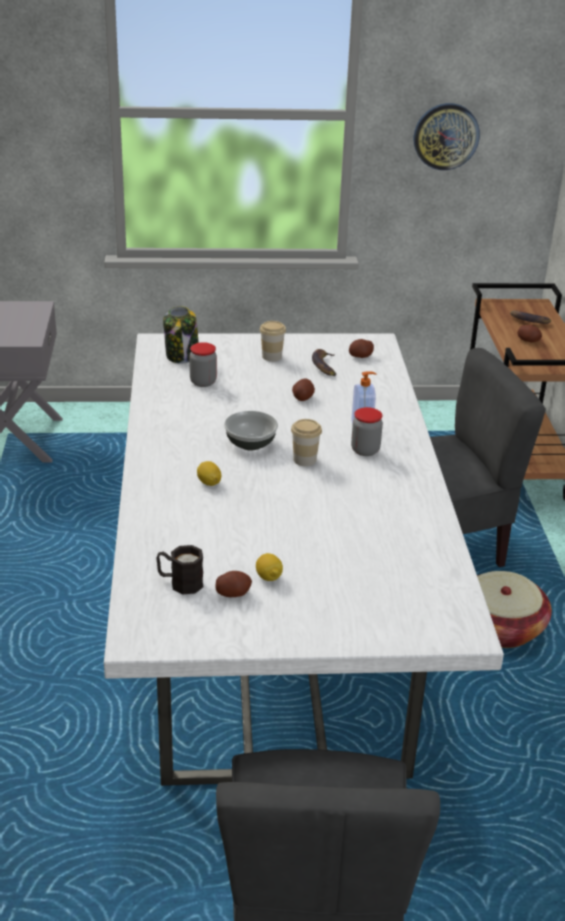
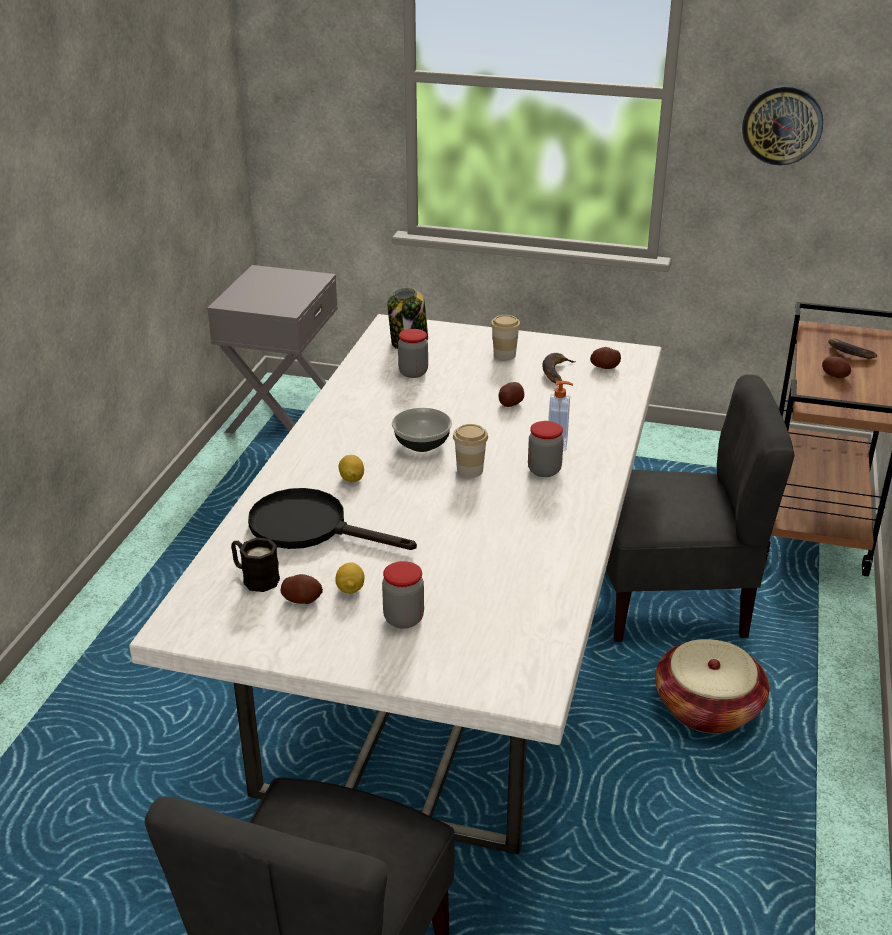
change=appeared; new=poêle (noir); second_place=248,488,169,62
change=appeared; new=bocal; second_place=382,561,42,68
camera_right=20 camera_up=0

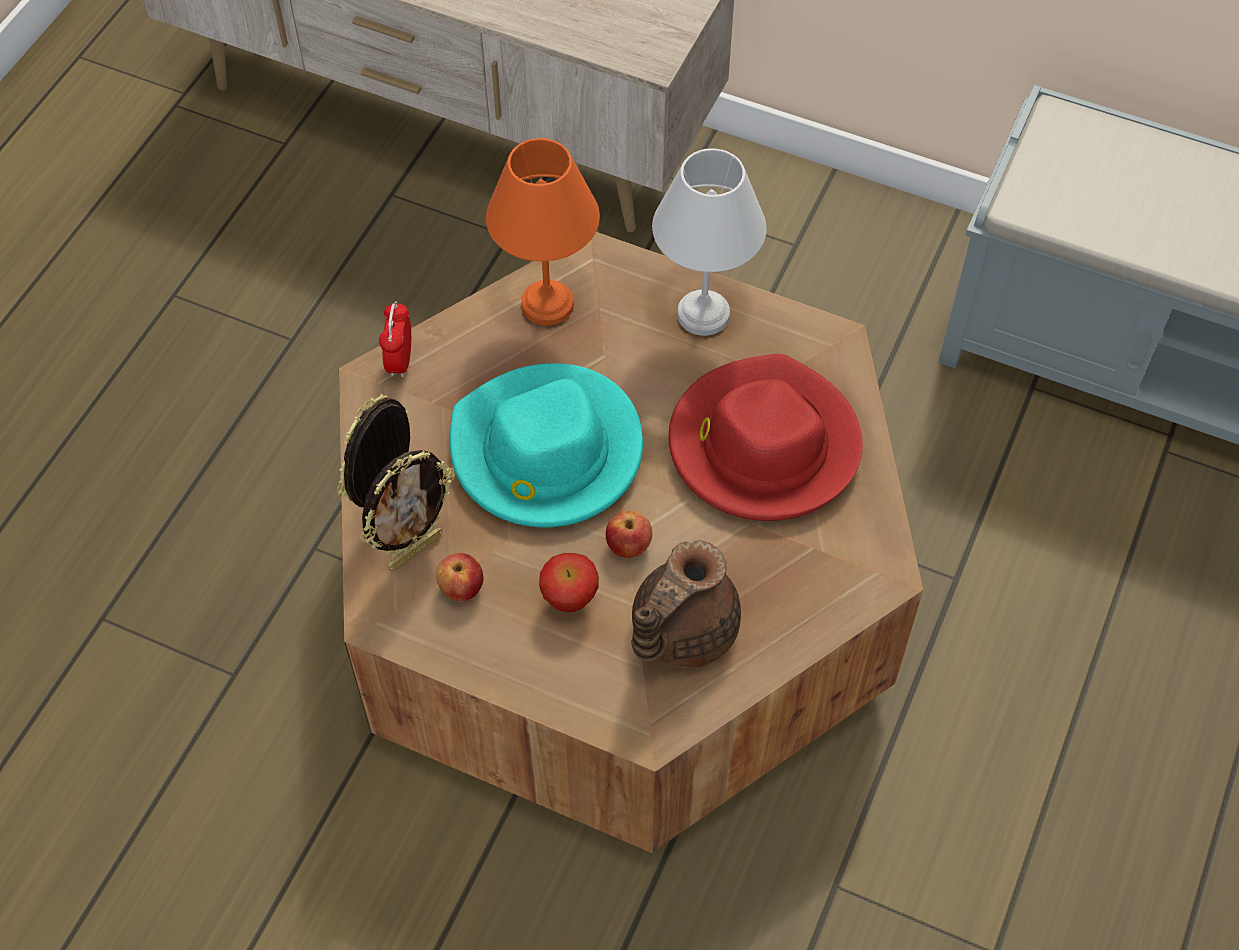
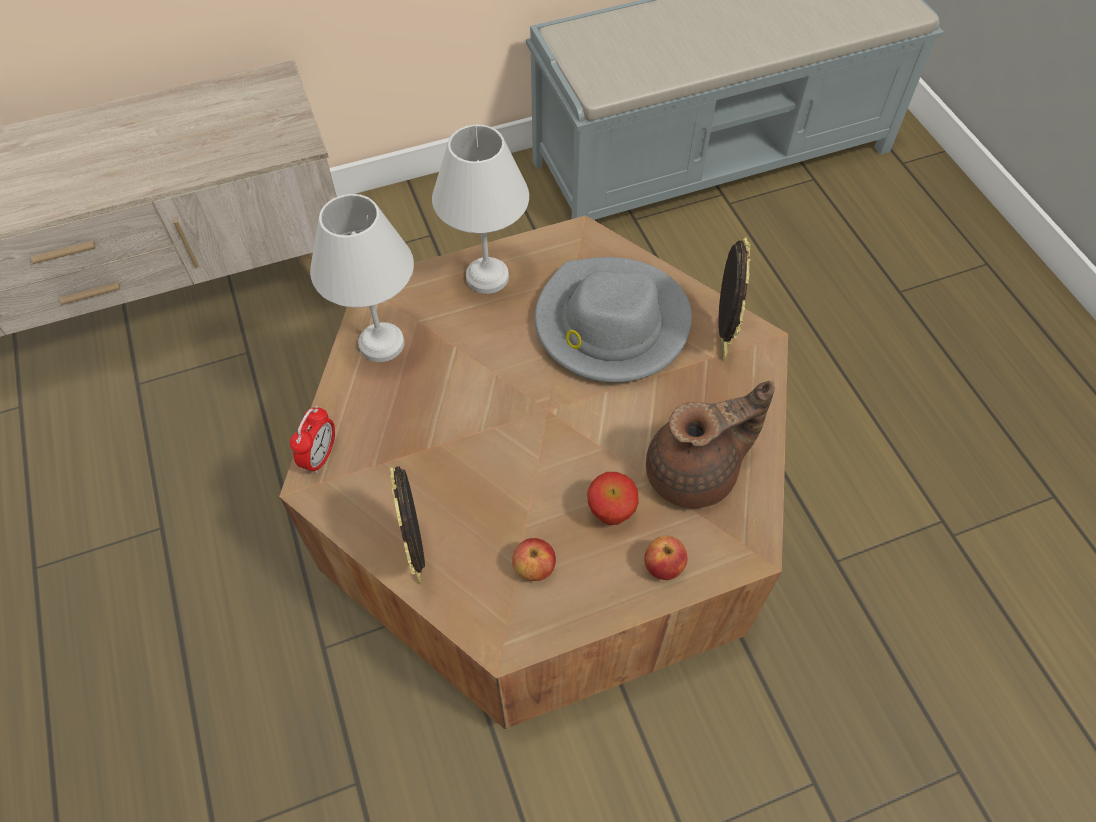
change=colour; old=lampe de table (orange); new=lampe de table (blanc); first_place=486,138,114,188; second_place=310,194,104,168
change=spun; old=réveil; first_place=379,301,32,76; second_place=290,406,45,68; degrees=-120
change=colour; old=chapeau (rouge); new=chapeau (gris); first_place=669,354,194,167; second_place=535,257,157,126
change=missing; old=chapeau (turquoise); first_place=450,363,193,164
change=relocated; old=cadre photo; first_place=360,450,95,121; second_place=718,237,32,123
change=relocated; old=pomme; first_place=606,511,46,47; second_place=644,535,43,45
change=spun; old=théière (marron); first_place=632,540,109,129; second_place=646,381,129,128; degrees=-105
camera_right=-45 camera_up=0

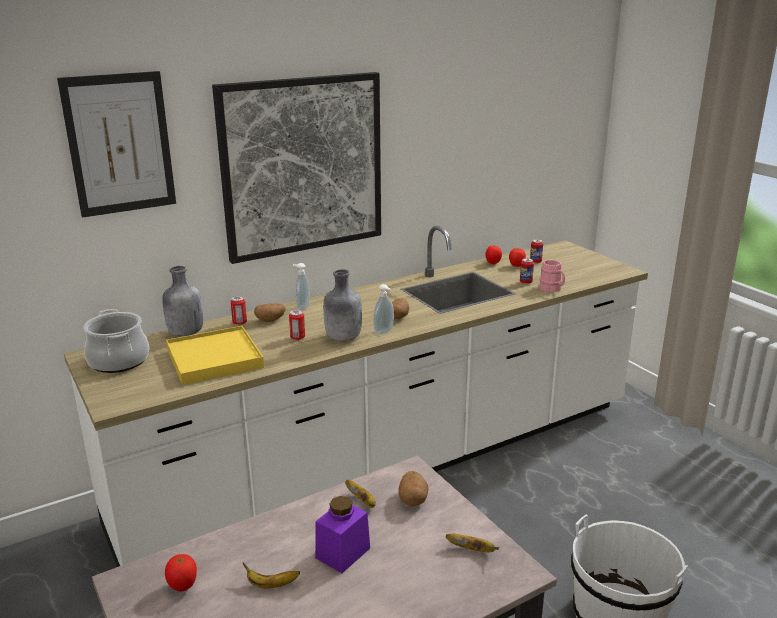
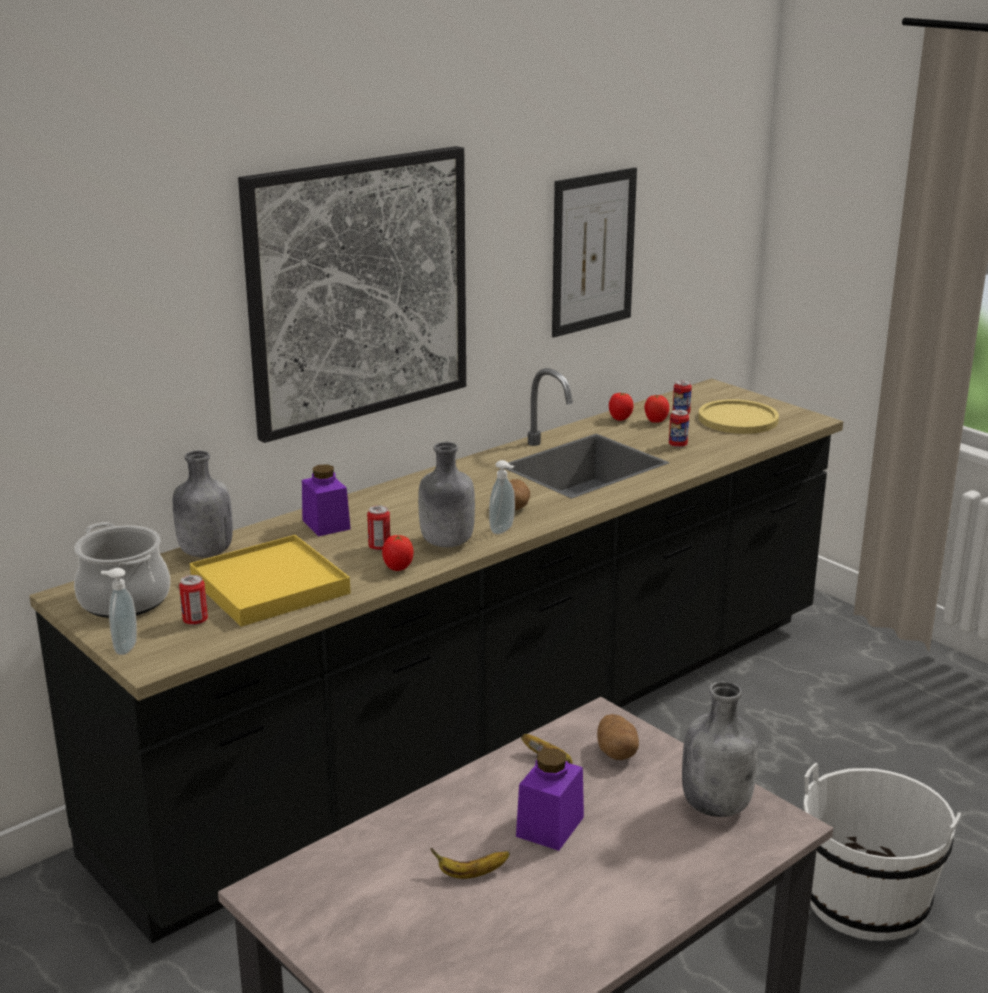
change=relocated; old=tableau; first_place=57,71,119,147; second_place=552,168,85,169
change=colour; old=comptoir de cuisine (blanc); new=comptoir de cuisine (noir); first_place=64,226,584,341; second_place=29,368,814,575
change=missing; old=mug (rose); first_place=539,260,26,32
change=relocated; old=distributeur de savon; first_place=293,263,17,48; second_place=101,568,36,87
change=relocated; old=boîte métallique; first_place=231,296,16,29; second_place=179,575,29,50
change=exchanged; old=pomme de terre; new=bocal (violet); first_place=254,303,32,19; second_place=302,464,49,73
change=exchanged; old=banane; new=bouteille (gris); first_place=446,533,53,19; second_place=682,681,76,136
change=relocated; old=tomate; first_place=165,554,32,37; second_place=382,535,31,36
change=appeared; new=assiette (jaune); second_place=698,399,81,35
camera_right=-10 camera_up=0

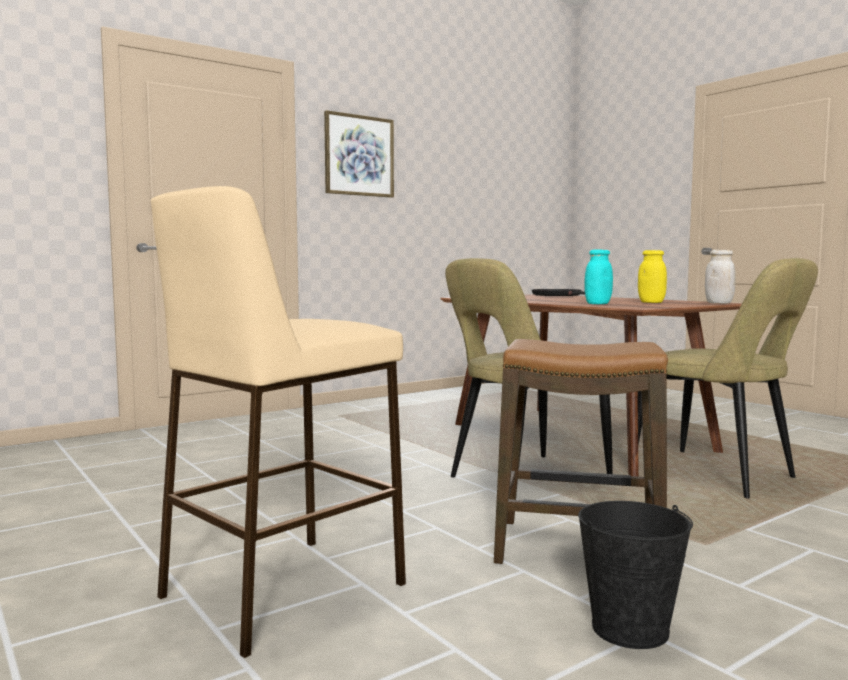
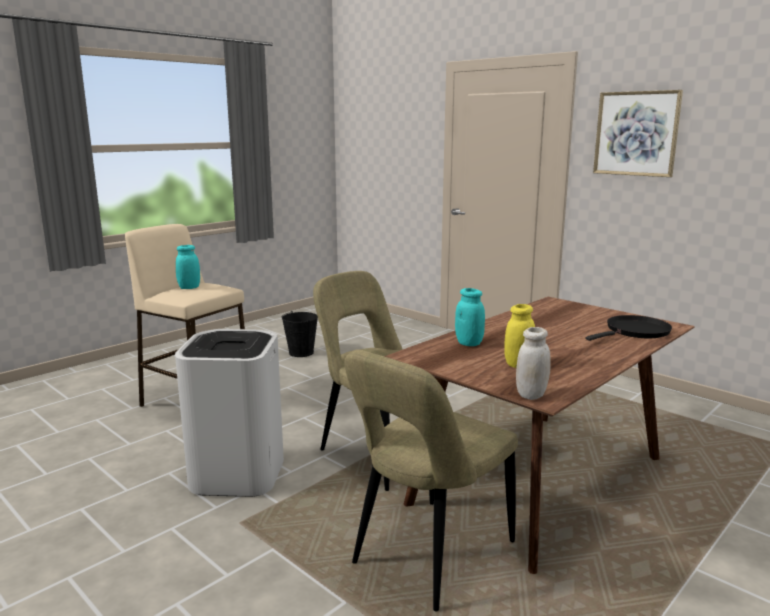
change=exchanged; old=tabouret; new=poubelle (blanc); first_place=494,339,174,226; second_place=175,329,109,168
change=relocated; old=seau (noir); first_place=578,501,115,148; second_place=282,311,36,46
change=appeared; new=bocal (turquoise); second_place=176,245,24,44
camera_right=80 camera_up=10

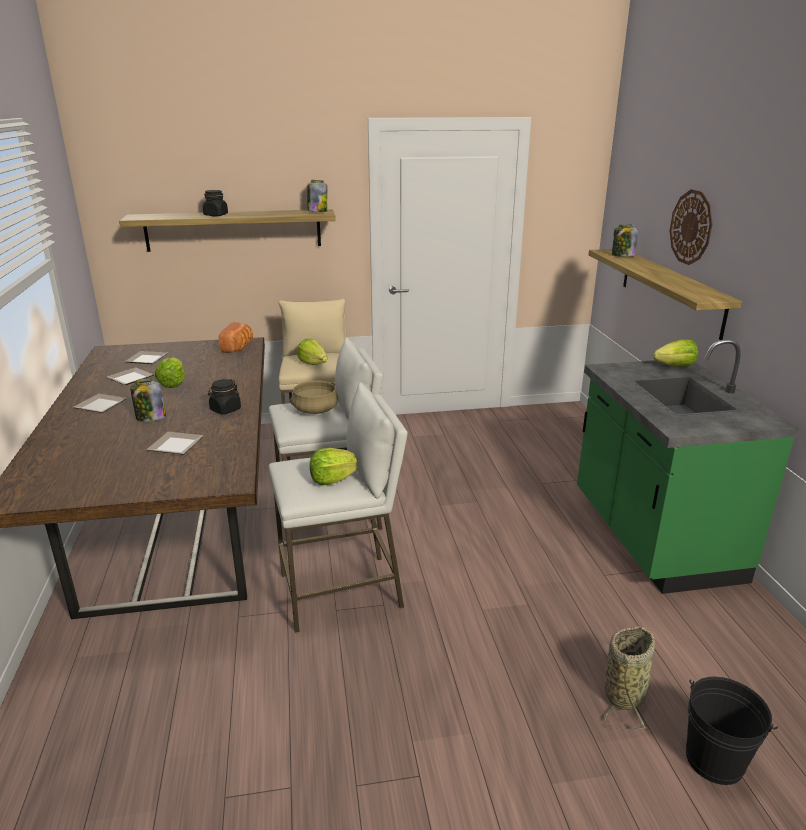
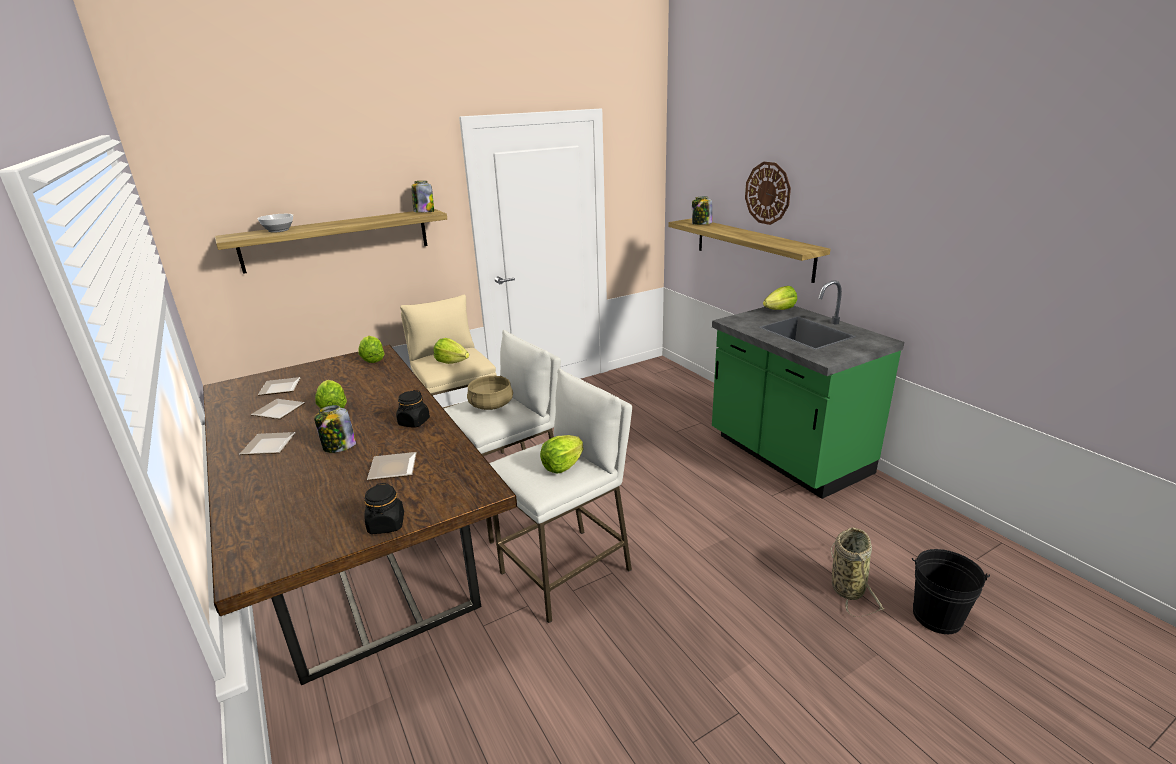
change=relocated; old=bocal (noir); first_place=203,190,25,26; second_place=364,483,40,51
change=exchanged; old=pain; new=laitue; first_place=218,322,35,31; second_place=359,336,26,27
change=appeared; new=bol; second_place=257,214,36,19
camera_right=-20 camera_up=0

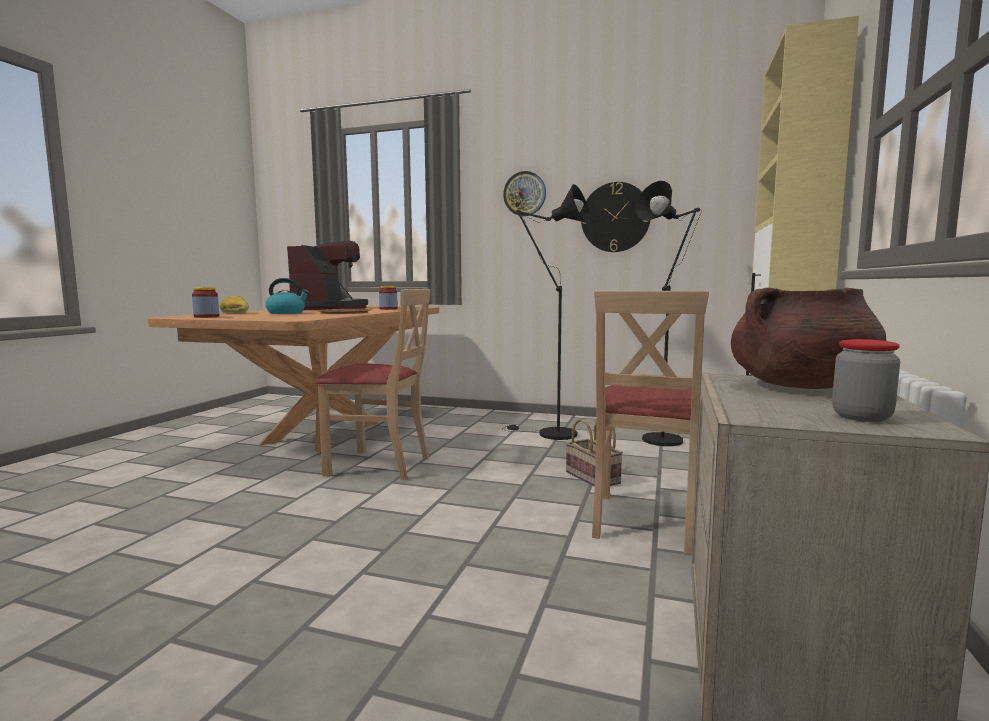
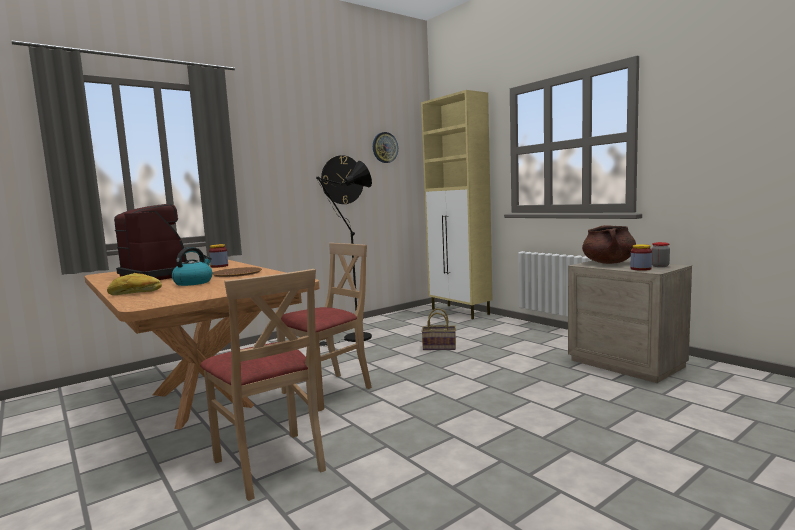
change=relocated; old=horloge murale; first_place=503,171,43,45; second_place=373,132,25,31
change=missing; old=lampadaire (noir); first_place=636,181,66,265
change=relocated; old=bocal; first_place=192,287,27,31; second_place=631,244,21,27
change=relocated; old=chaise (beige); first_place=592,290,117,264; second_place=200,269,126,232
camera_right=-55 camera_up=0

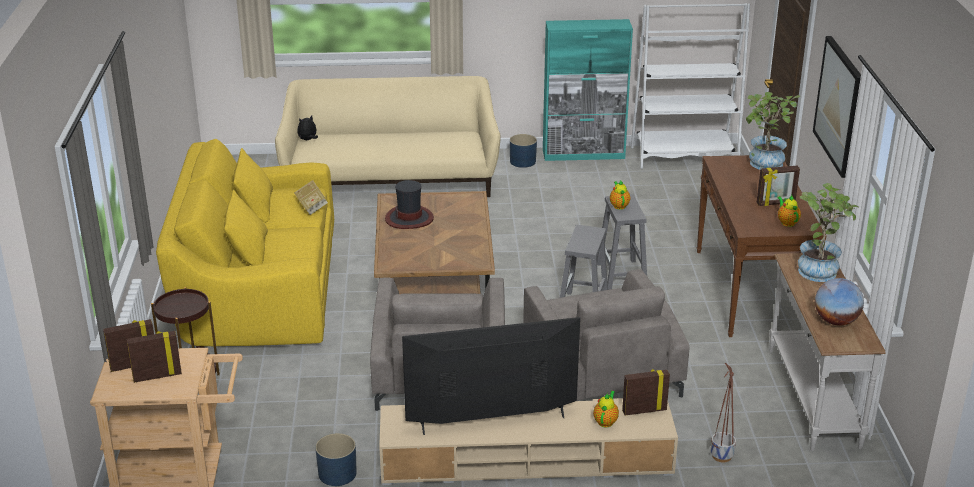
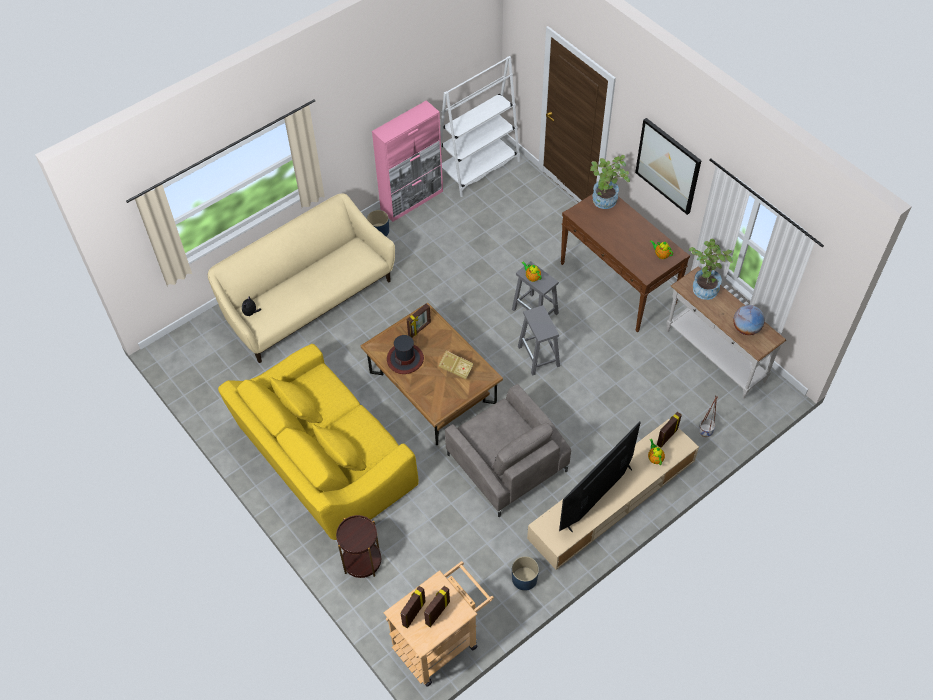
change=colour; old=meuble de rangement (turquoise); new=meuble de rangement (rose); first_place=543,19,90,142; second_place=372,100,71,122
change=relocated; old=cadre photo; first_place=757,166,43,40; second_place=407,304,24,34
change=relocated; old=livre; first_place=294,180,34,35; second_place=438,351,36,28
change=missing; old=fauteuil (gris); first_place=523,269,166,131
camera_right=-35 camera_up=25

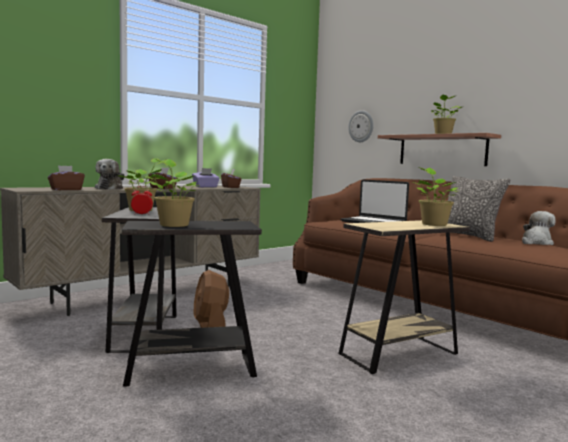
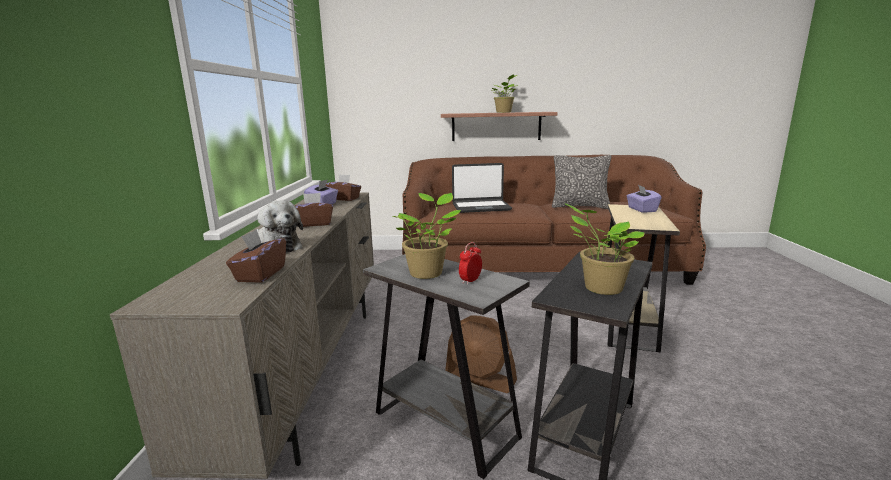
change=missing; old=horloge murale; first_place=348,110,25,32
change=exchanged; old=plante en pot; new=boîte à mouchoirs (violet); first_place=413,167,44,59; second_place=627,185,35,28
change=missing; old=peluche; first_place=522,211,34,34
camera_right=-45 camera_up=10

